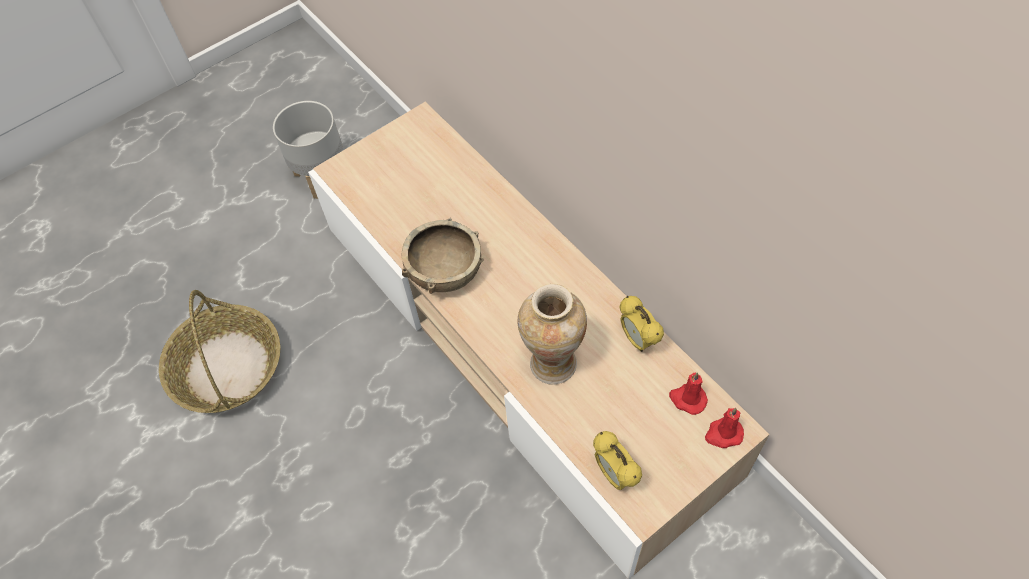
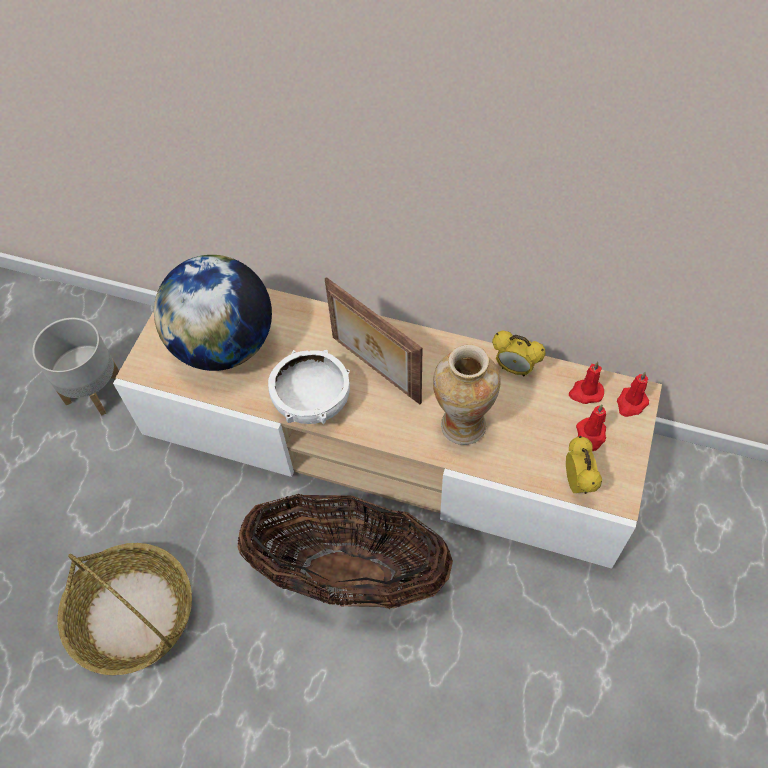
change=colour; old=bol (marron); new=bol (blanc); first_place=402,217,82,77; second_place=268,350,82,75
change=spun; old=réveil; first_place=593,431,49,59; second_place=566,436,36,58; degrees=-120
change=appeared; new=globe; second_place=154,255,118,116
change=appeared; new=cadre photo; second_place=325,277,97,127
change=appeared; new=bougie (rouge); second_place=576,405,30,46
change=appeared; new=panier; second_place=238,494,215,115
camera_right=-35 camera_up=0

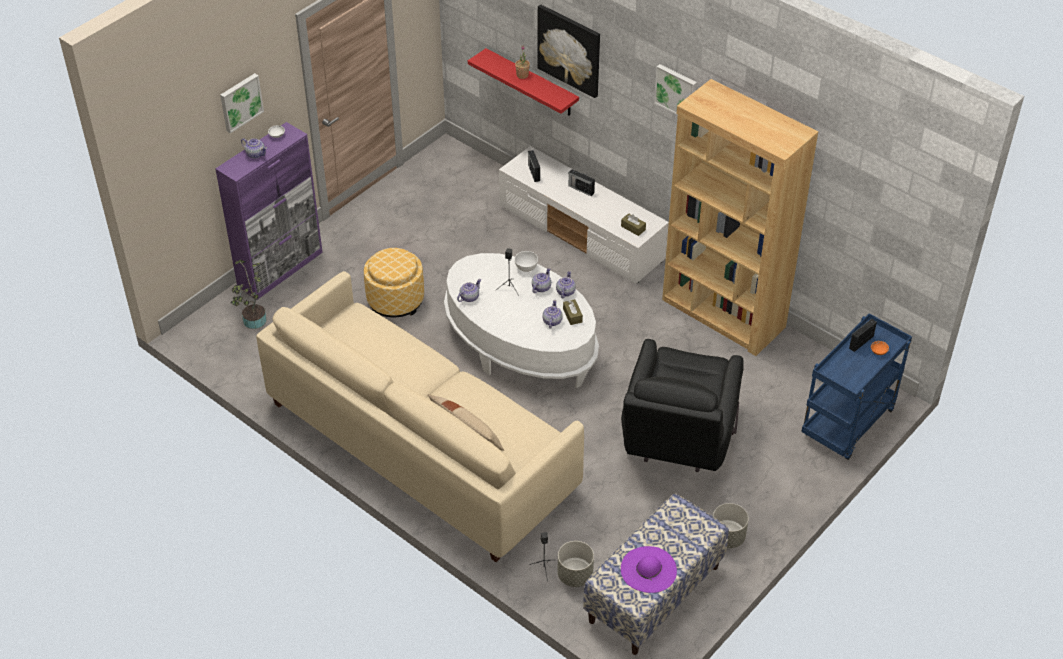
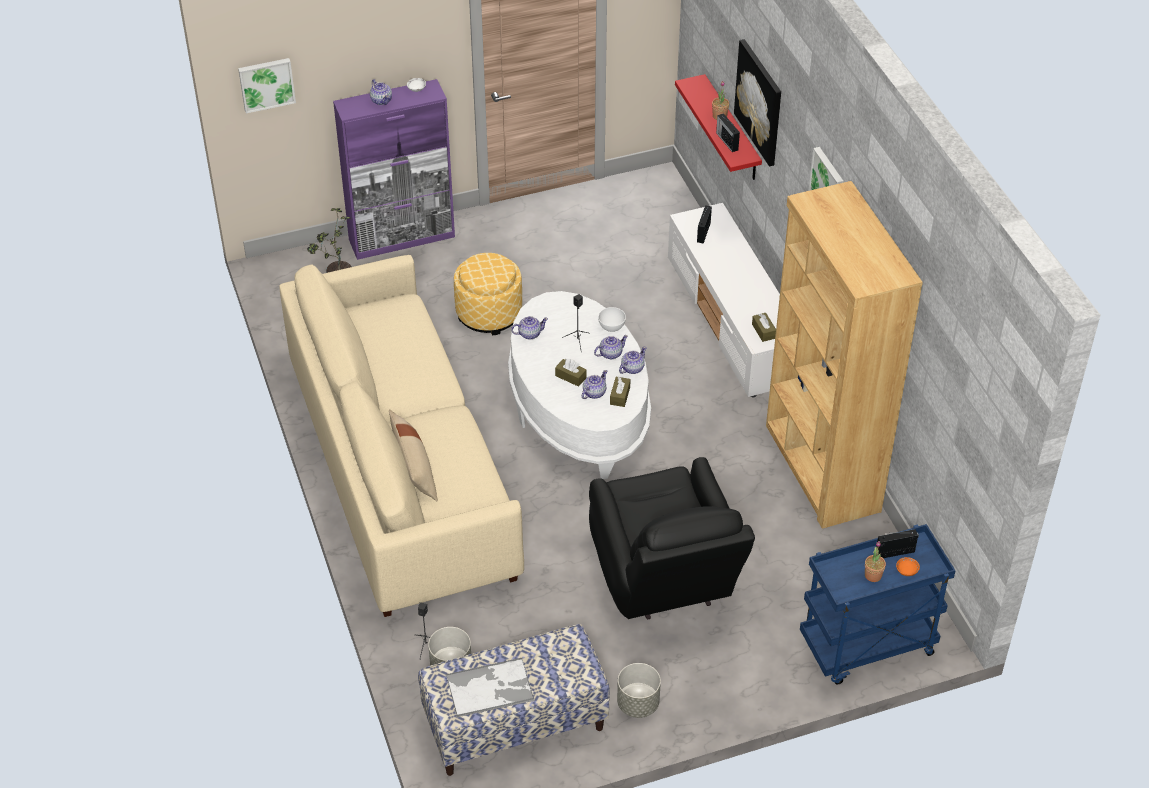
change=relocated; old=tableau; first_place=220,73,44,60; second_place=238,58,58,55
change=relocated; old=radio; first_place=568,169,27,27; second_place=716,113,24,39
change=spun; old=fauteuil (noir); first_place=621,339,123,133; second_place=589,457,166,162; degrees=-60
change=exchanged; old=chapeau (violet); new=plateau; first_place=621,546,56,47; second_place=446,657,89,60
change=appeared; new=boîte à mouchoirs (marron); second_place=555,359,32,28
change=appeared; new=plante en pot; second_place=865,541,21,41
camera_right=30 camera_up=0

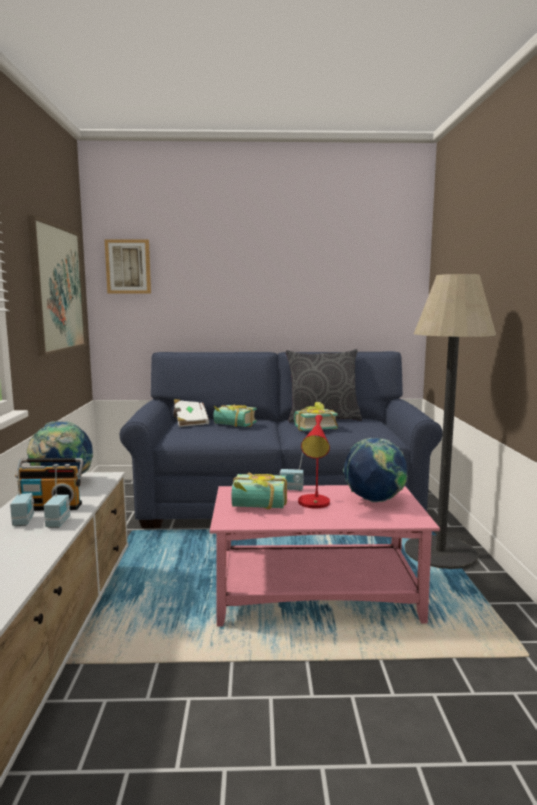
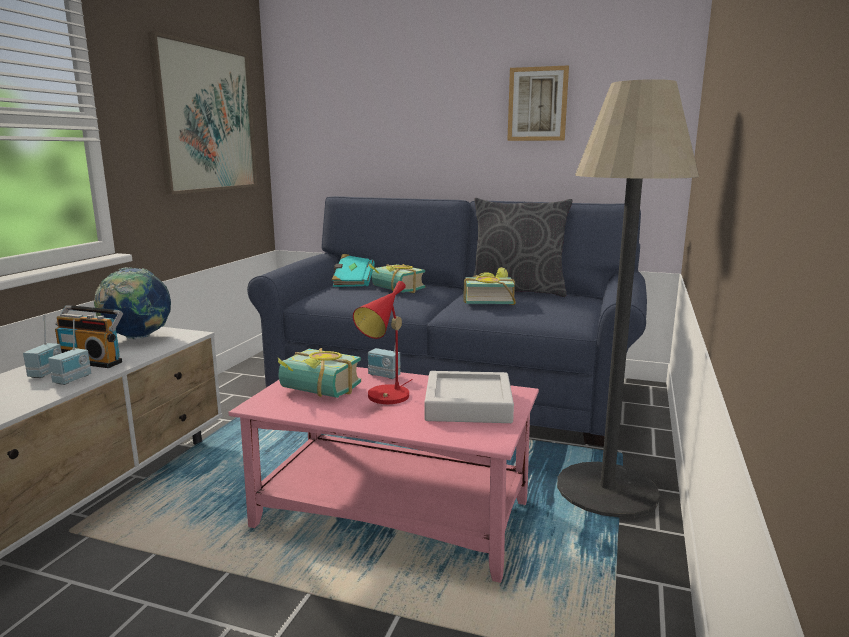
change=relocated; old=tableau; first_place=105,239,46,55; second_place=507,65,62,76
change=colour; old=livre (blanc); new=livre (turquoise); first_place=174,399,35,28; second_place=332,254,43,33
change=exchanged; old=globe; new=plateau (gris); first_place=343,438,64,64; second_place=425,371,89,52
camera_right=20 camera_up=5

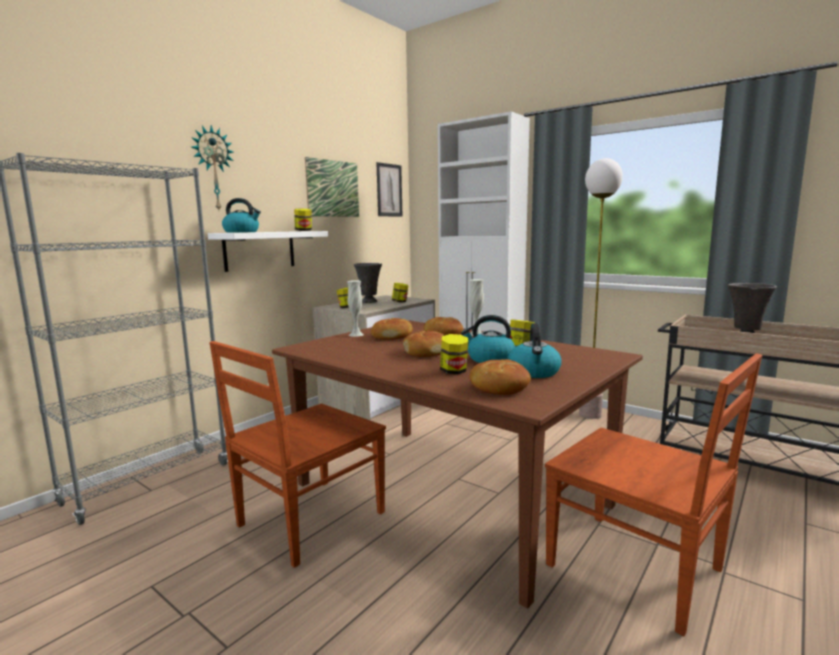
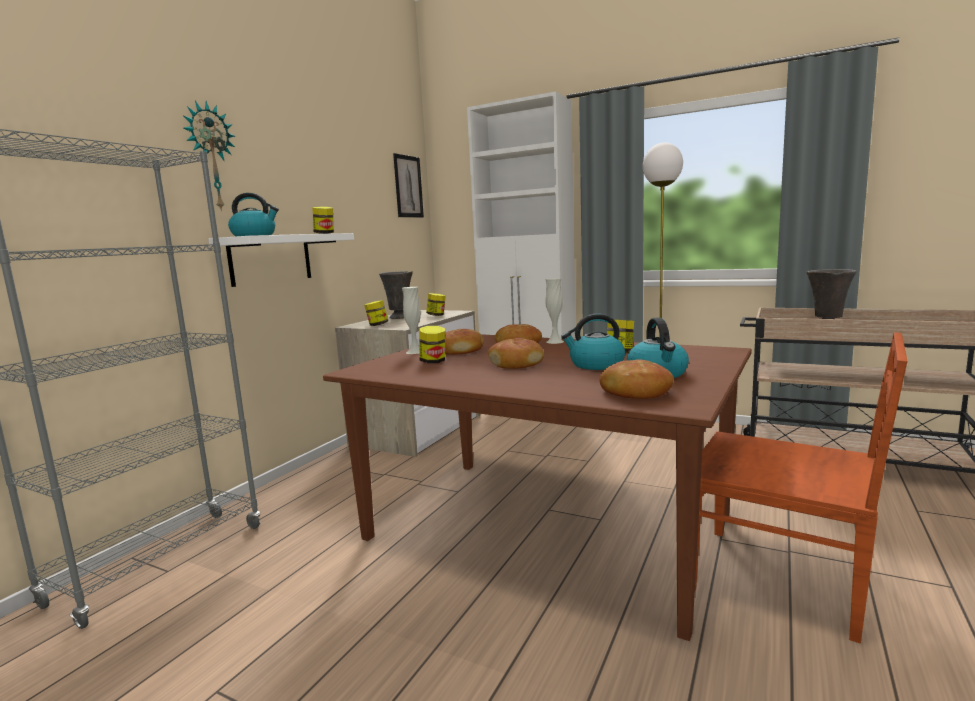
change=missing; old=tableau; first_place=305,157,54,60
change=relocated; old=bocal; first_place=440,334,28,40; second_place=419,326,26,37
change=missing; old=chaise (marron); first_place=209,341,177,227
camera_right=-10 camera_up=0

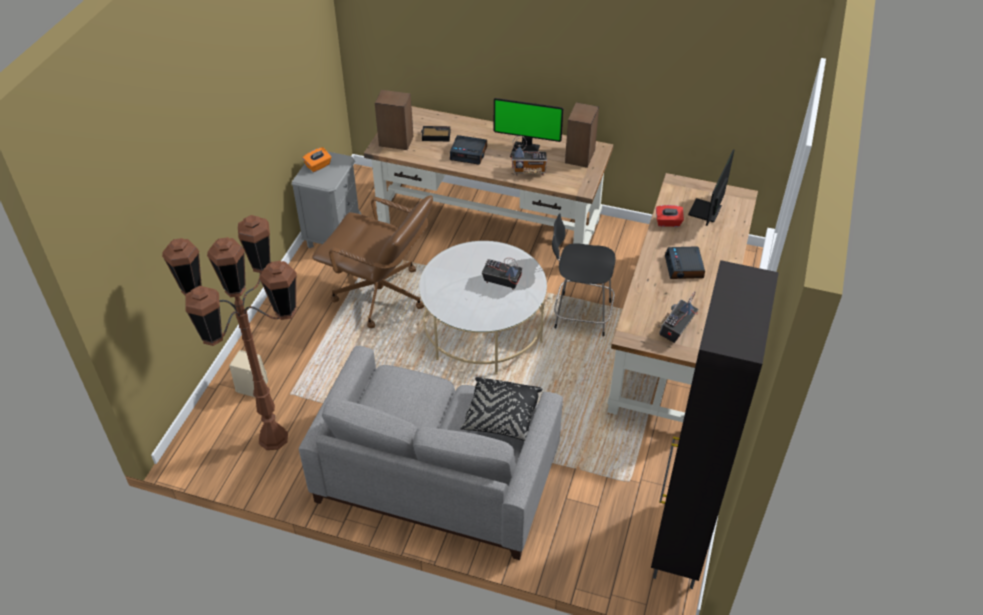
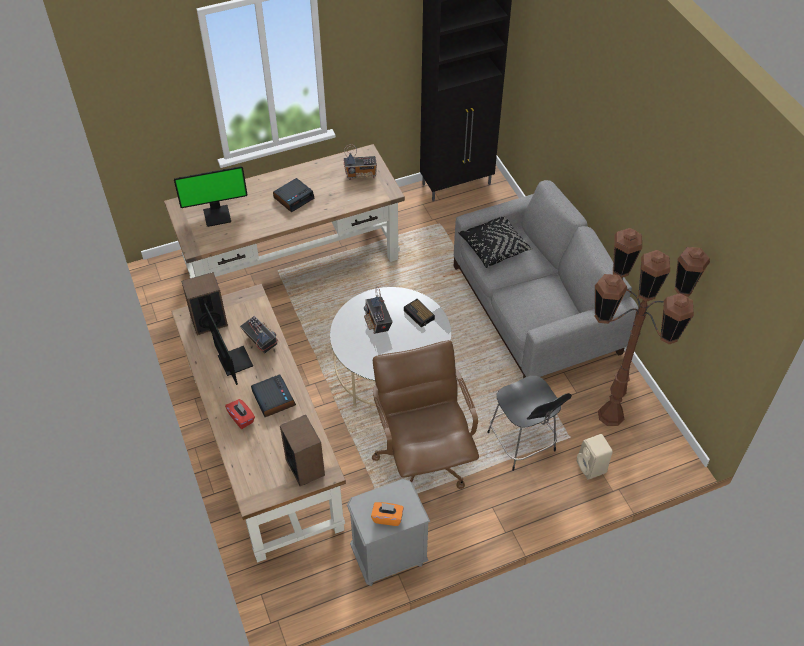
change=relocated; old=réveil; first_place=421,126,29,15; second_place=404,299,31,29
change=relocated; old=boîte à mouchoirs (rouge); first_place=656,205,28,22; second_place=225,399,30,30
change=relocated; old=chaise (noir); first_place=552,213,64,123; second_place=487,376,85,95
camera_right=-130 camera_up=5

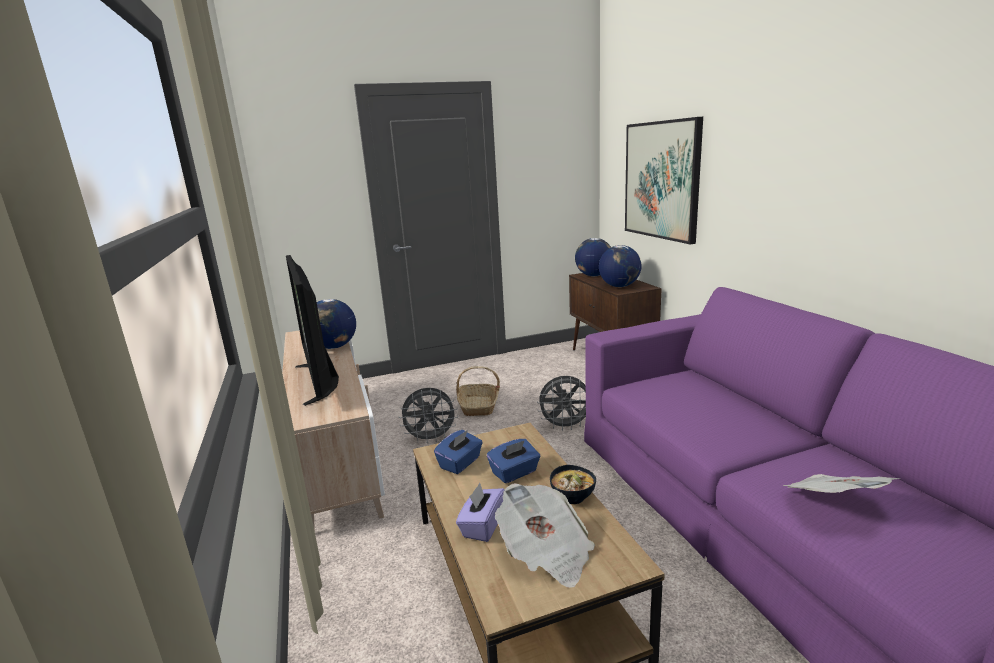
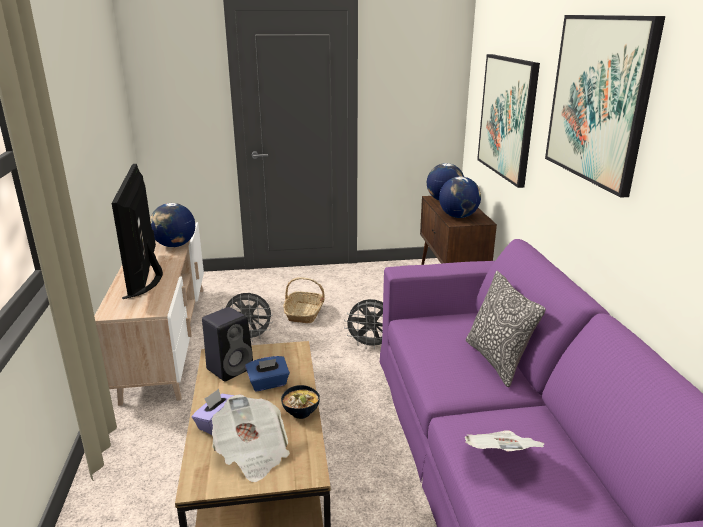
change=exchanged; old=boîte à mouchoirs (bleu); new=enceinte (noir); first_place=434,430,49,44; second_place=202,307,51,74
change=appeared; new=tableau; second_place=545,15,120,183
change=appeared; new=coussin; second_place=466,271,80,116
camera_right=10 camera_up=5

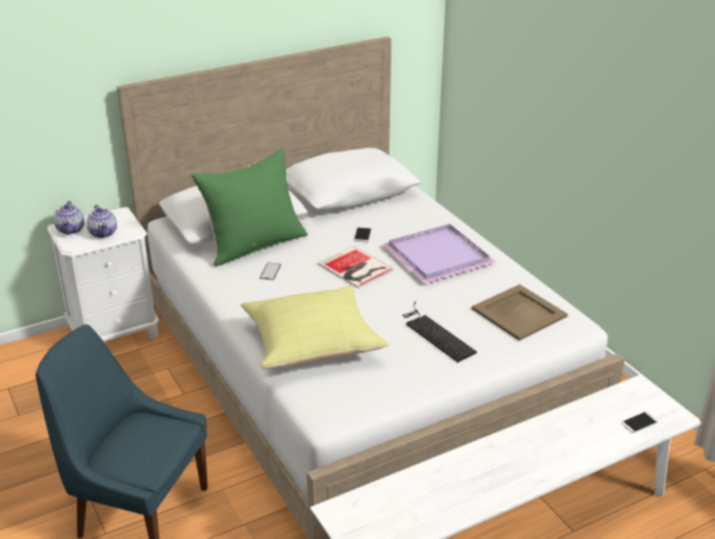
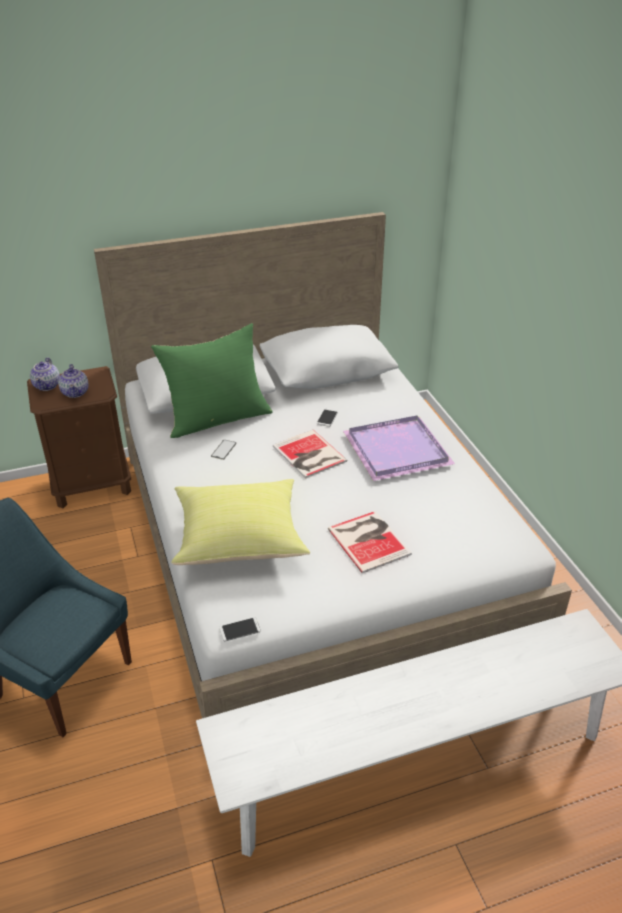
change=colour; old=table de chevet (blanc); new=table de chevet (marron); first_place=47,207,112,134; second_place=27,366,104,142
change=missing; old=plateau (beige); first_place=472,284,96,57
change=exchanged; old=clavier; new=livre; first_place=402,302,75,60; second_place=328,511,84,62
change=relocated; old=téléphone; first_place=621,412,37,21; second_place=219,617,42,24
camera_right=10 camera_up=5

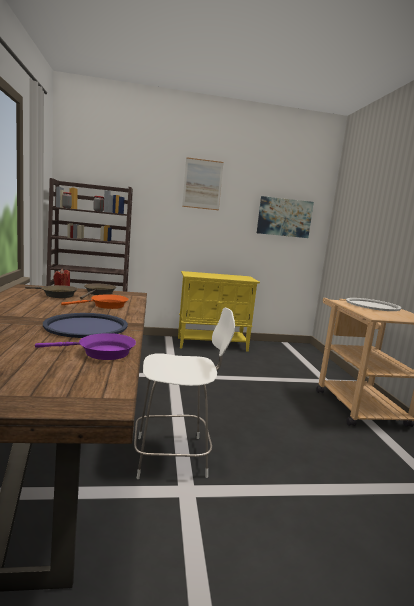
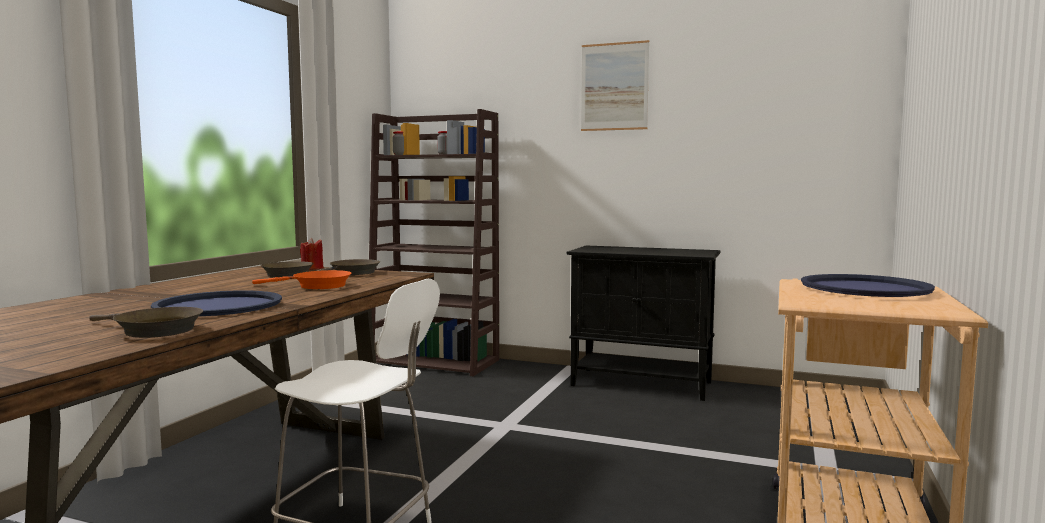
change=missing; old=tableau; first_place=257,196,57,42
change=colour; old=meuble de rangement (jaune); new=meuble de rangement (noir); first_place=178,271,82,81; second_place=567,246,153,155
change=colour; old=plateau (blanc); new=plateau (bleu); first_place=346,298,55,13; second_place=801,274,134,23
change=colour; old=poêle (violet); new=poêle (marron); first_place=35,333,101,27; second_place=89,307,114,31
camera_right=30 camera_up=-5

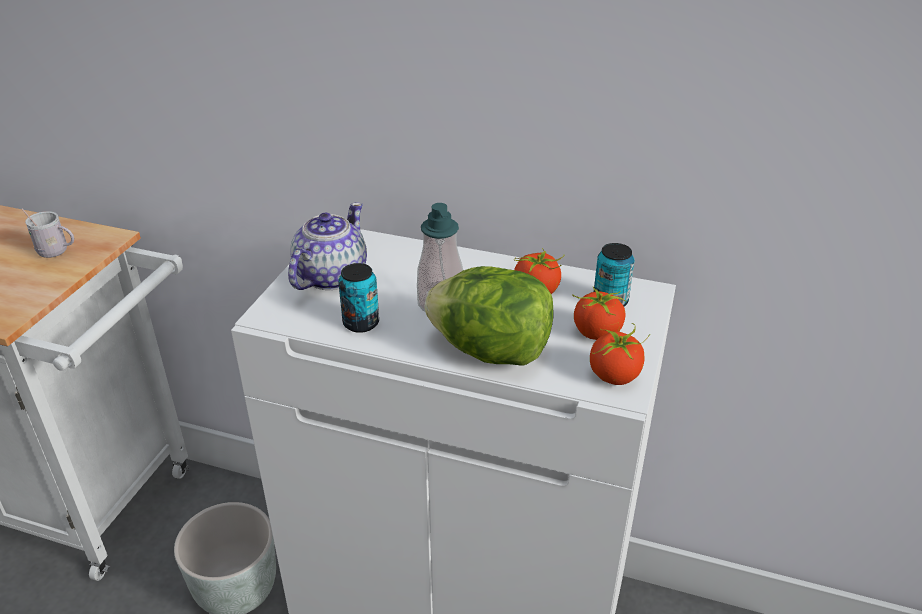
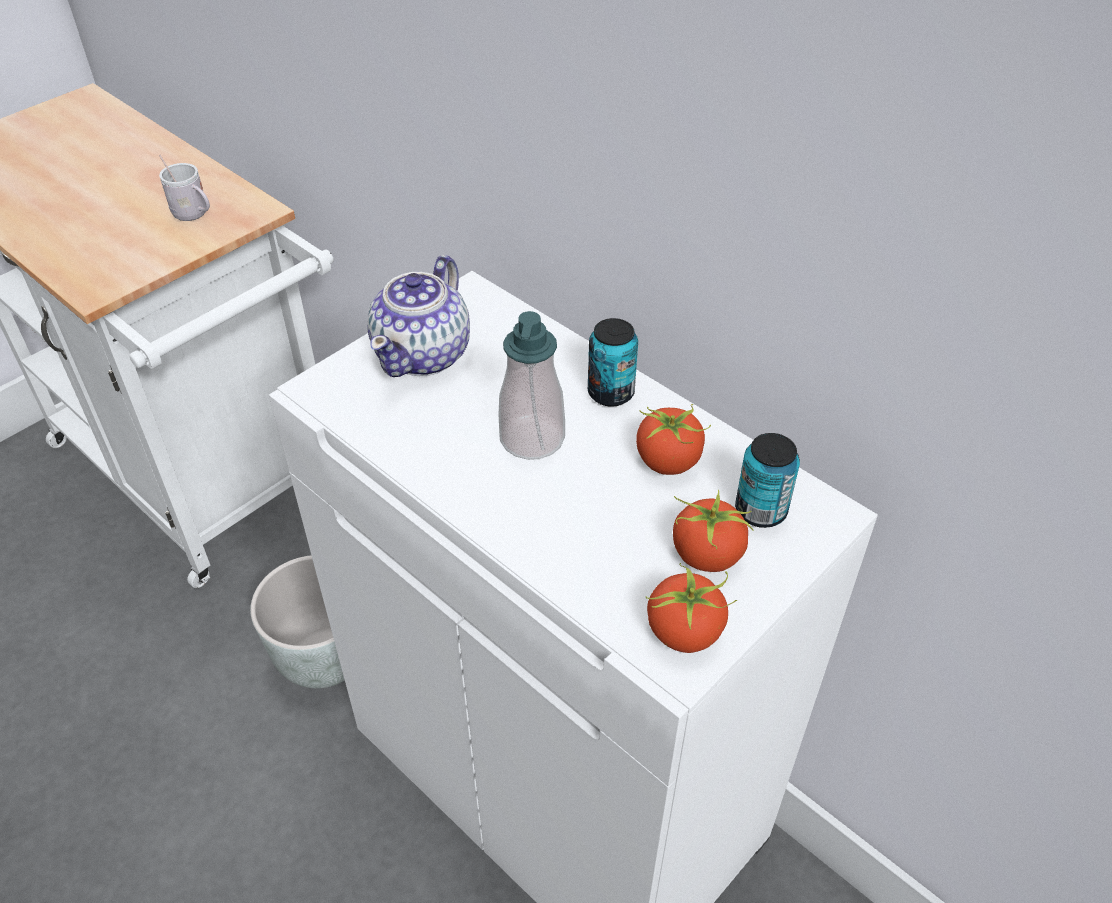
change=spun; old=théière; first_place=288,203,79,87; second_place=367,255,103,122; degrees=150
change=relocated; old=boîte métallique; first_place=338,263,41,70; second_place=588,318,50,89
change=missing; old=laitue; first_place=425,266,128,100
camera_right=25 camera_up=10

